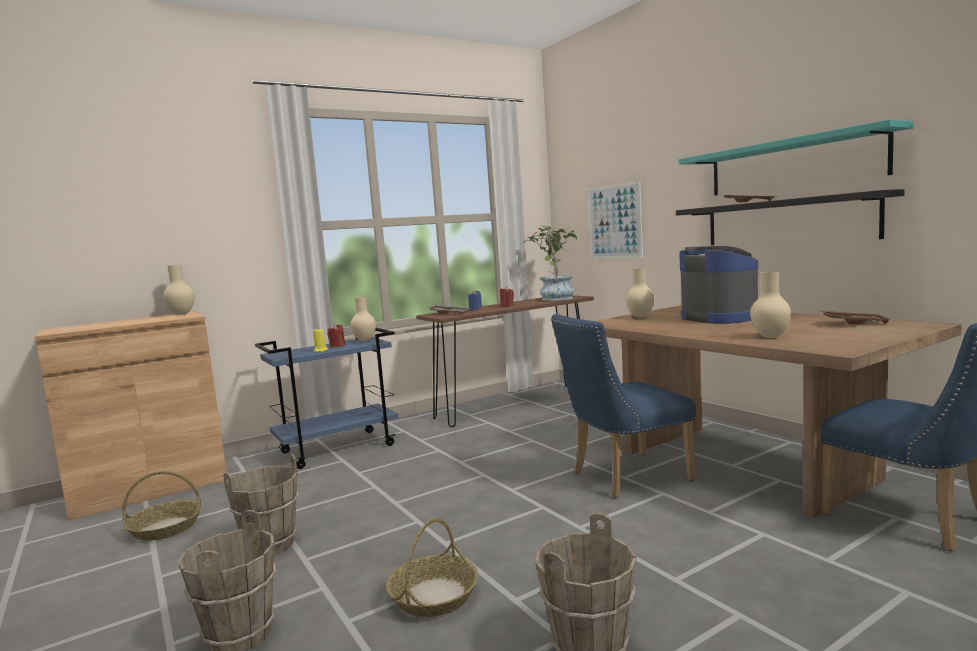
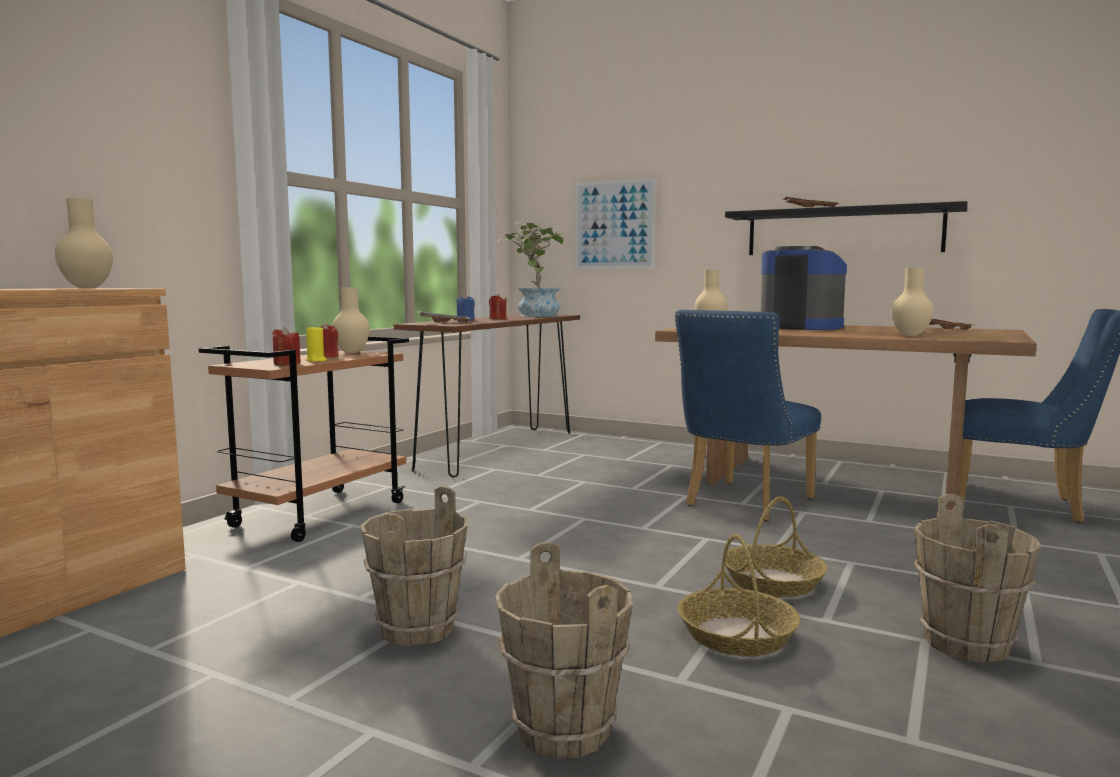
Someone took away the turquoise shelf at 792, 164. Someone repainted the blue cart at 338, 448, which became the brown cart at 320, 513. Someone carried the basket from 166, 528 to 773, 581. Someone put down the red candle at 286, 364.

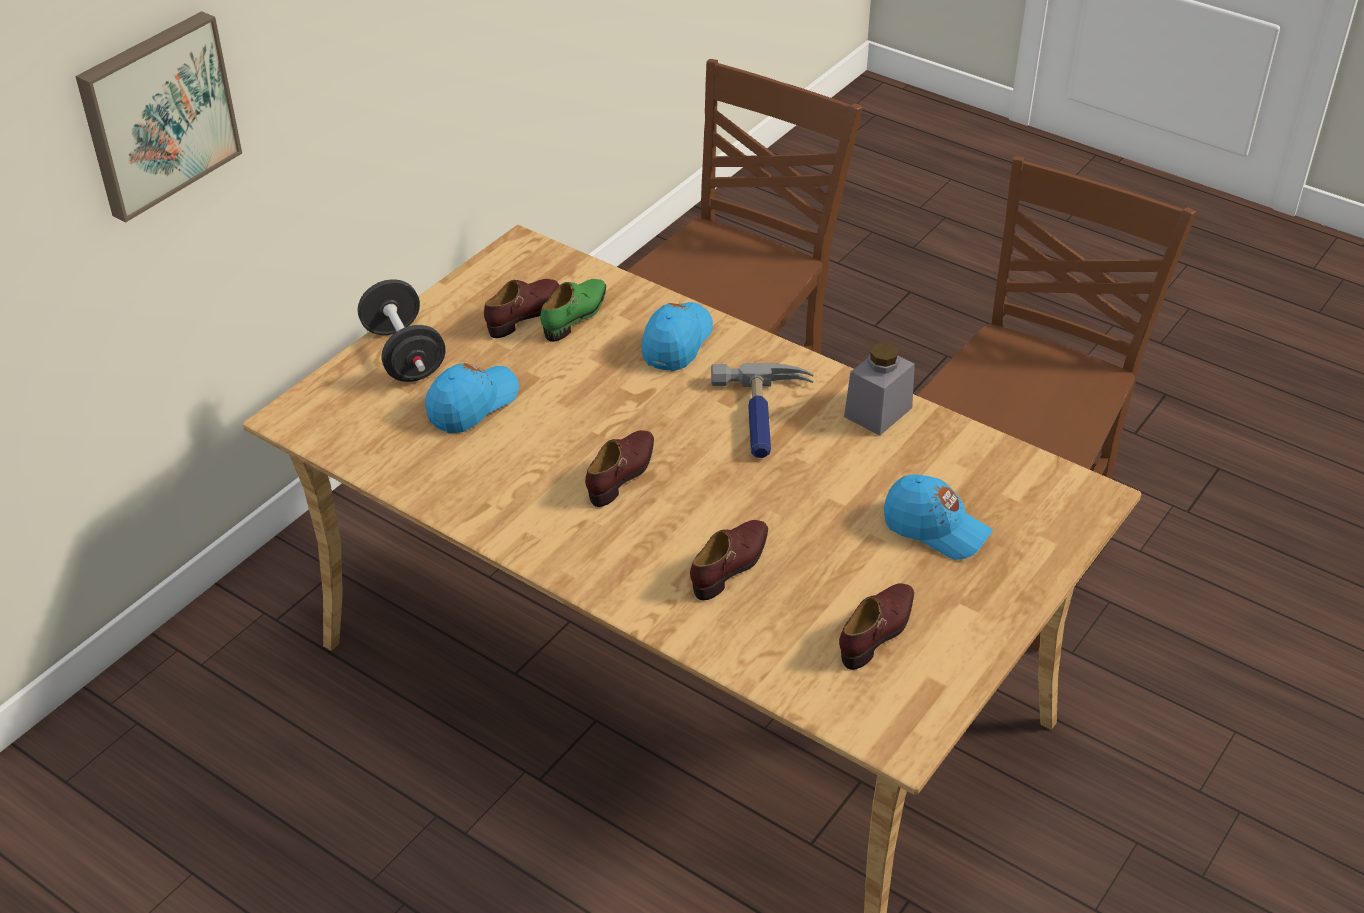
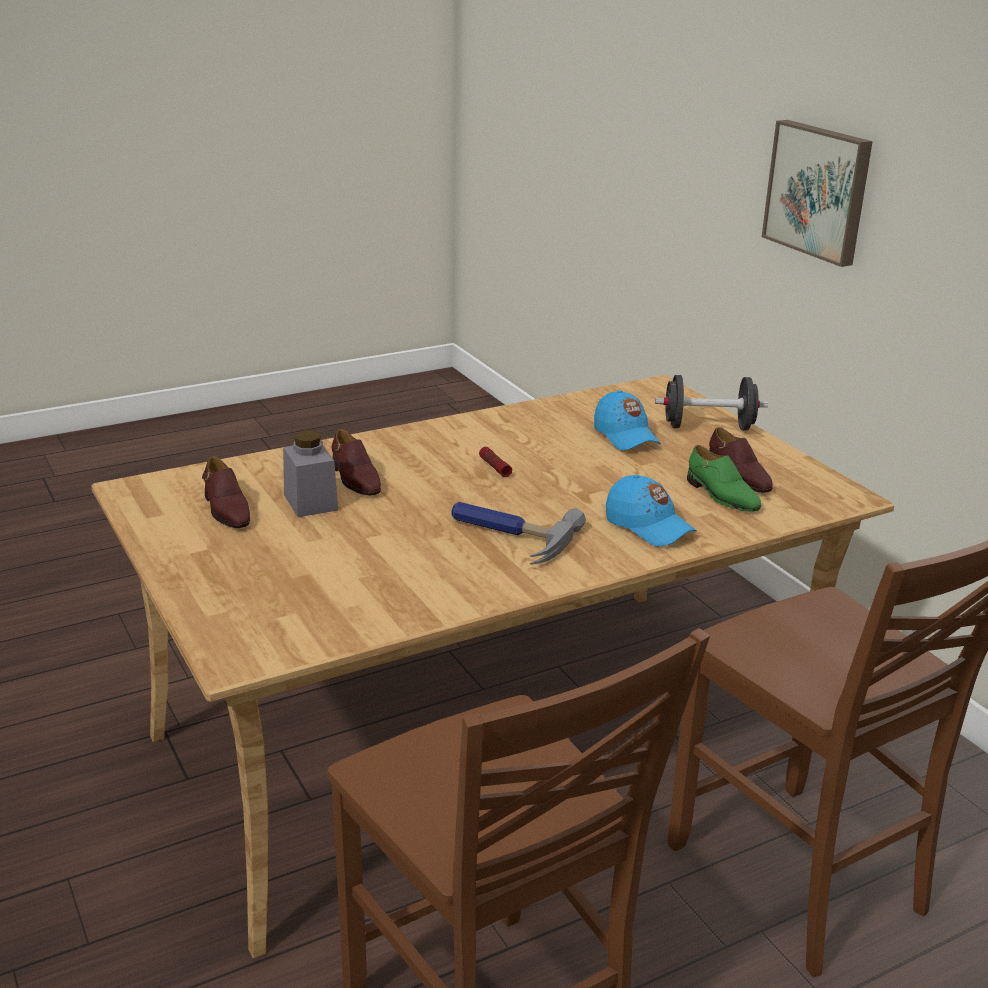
Someone carried the grey jar from 878, 412 to 310, 502. Someone swapped the brown shoe at 622, 473 for the flashlight at 494, 467. Someone took away the blue cap at 935, 529.

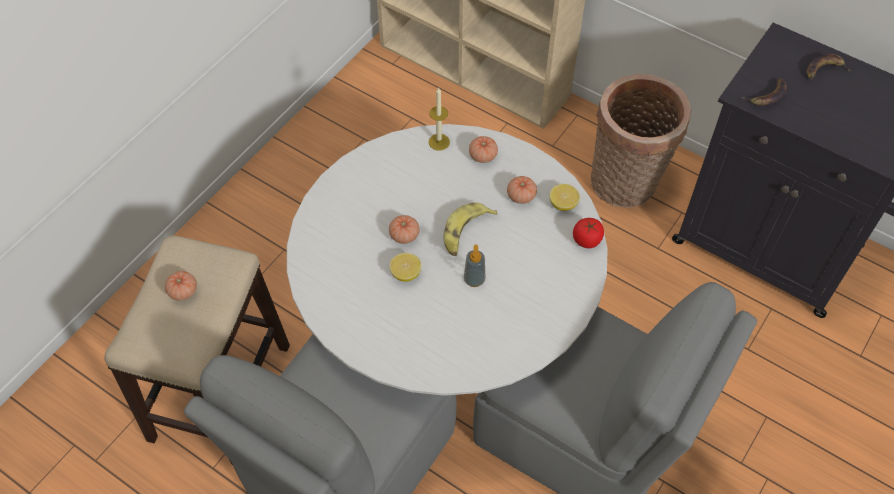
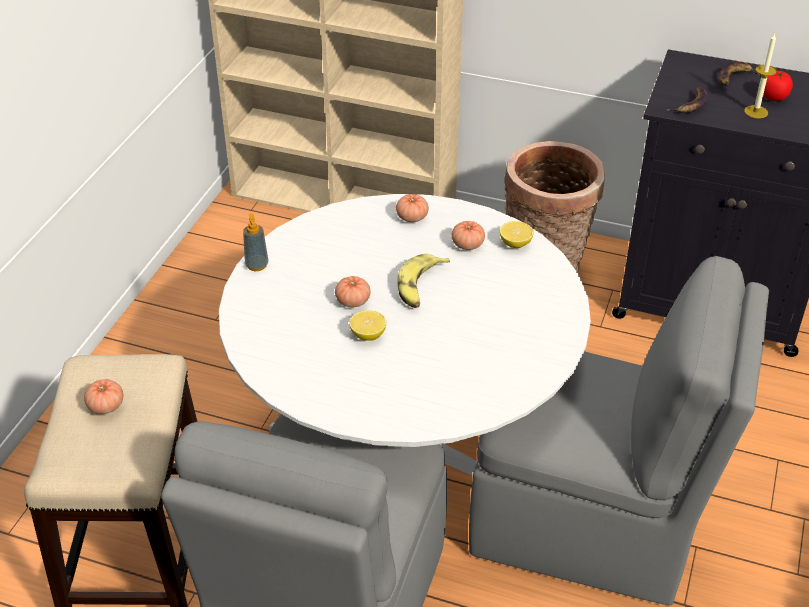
Someone carried the candle from 439, 142 to 756, 112. Someone carried the tomato from 587, 240 to 773, 97. Someone carried the soap dispenser from 474, 279 to 257, 265.

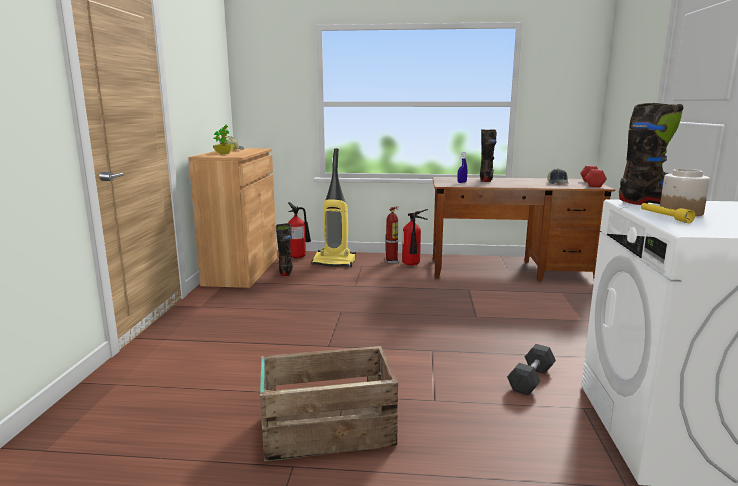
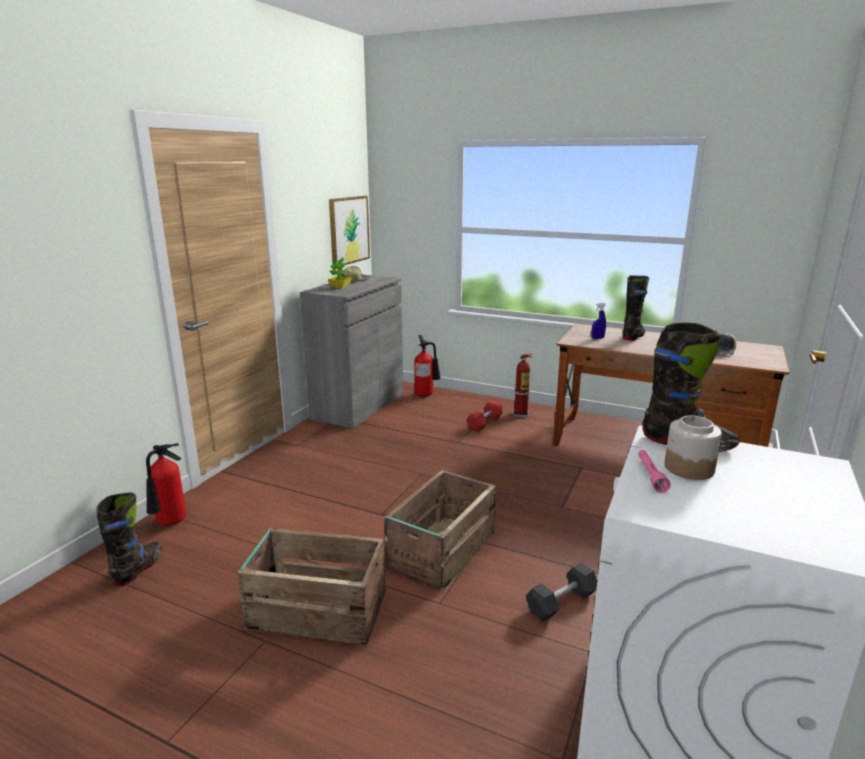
Someone repainted the brown cabinet at 241, 271, which became the grey cabinet at 358, 405. Someone took away the vacuum cleaner at 334, 262. Someone carried the red dumbbell from 592, 184 to 485, 423. Someone repainted the yellow flashlight at 664, 217, which became the pink flashlight at 650, 475. Someone carried the fire extinguisher from 412, 265 to 170, 523. Someone carried the black boot from 286, 271 to 138, 569. Someone put up the picture at 348, 230. Someone put down the crate at 440, 551.

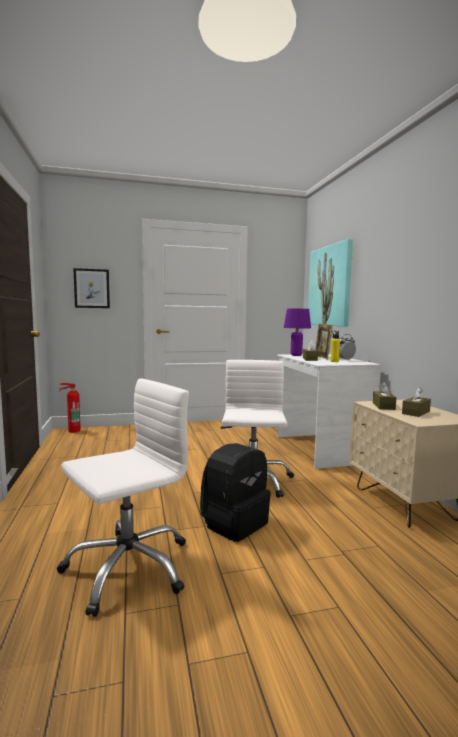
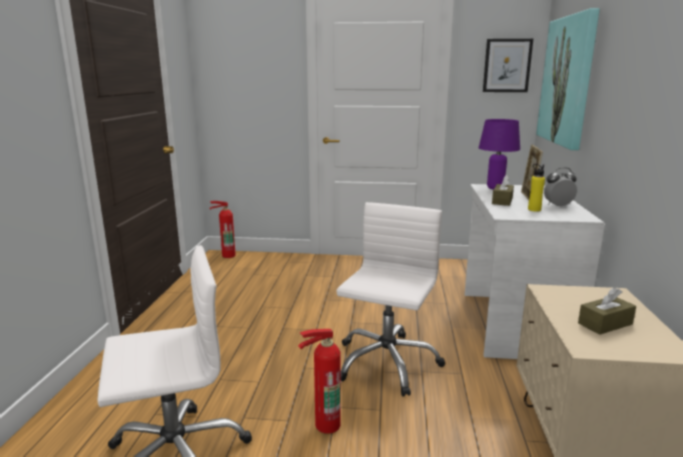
Someone carried the picture from 92, 288 to 507, 65. Someone took away the brown tissue box at 383, 406. Someone swapped the black backpack at 234, 523 for the fire extinguisher at 324, 424.

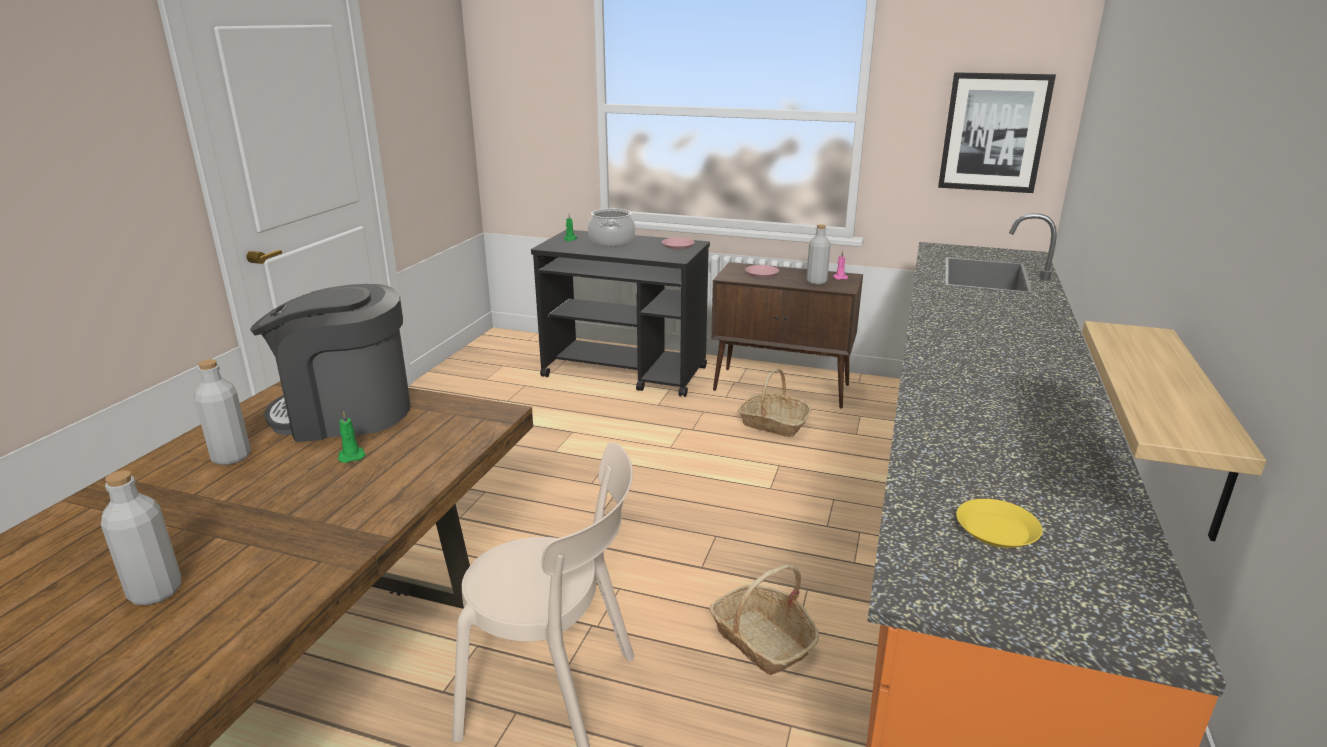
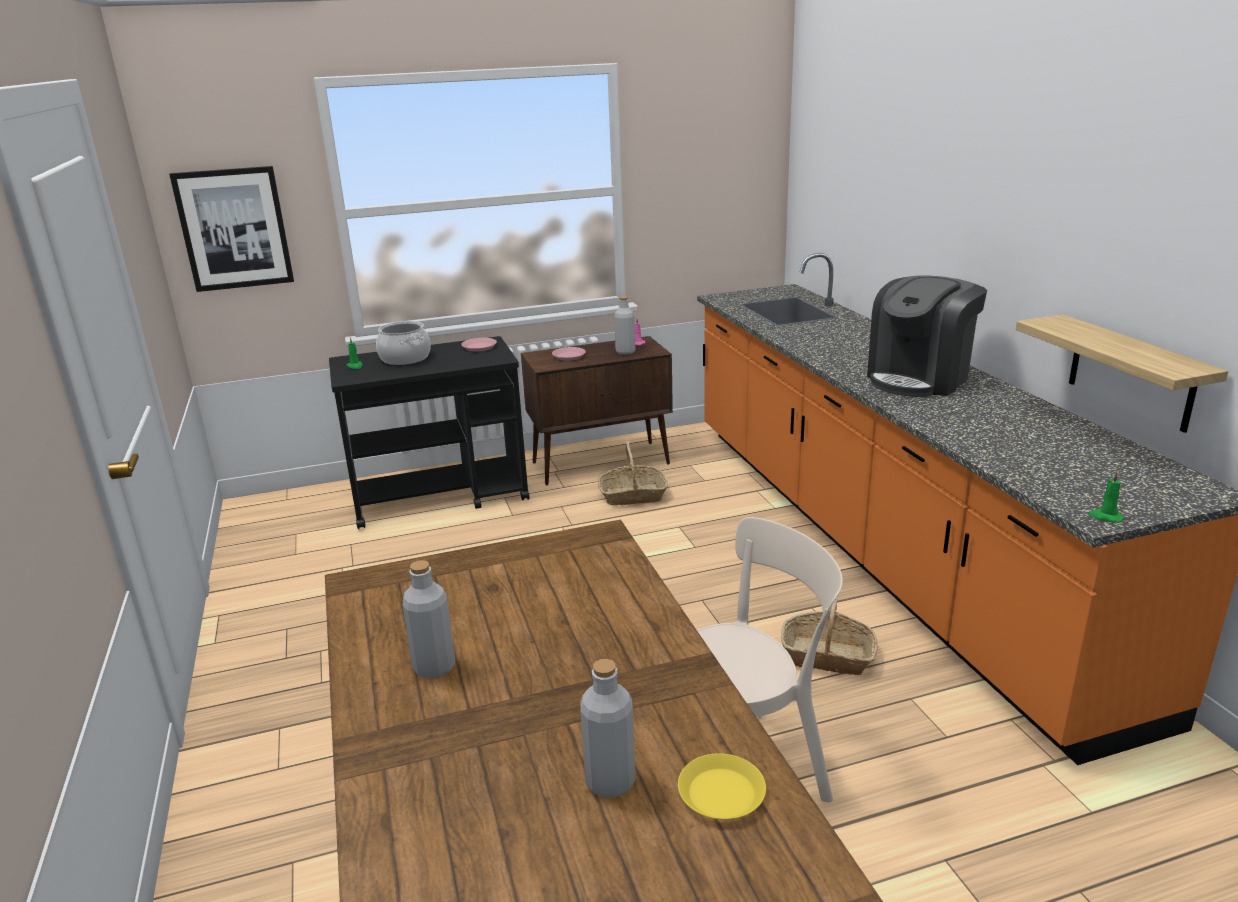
Someone carried the picture from 994, 133 to 234, 229. Someone carried the coffee machine from 345, 413 to 919, 378. Someone carried the green candle from 351, 456 to 1105, 517. Someone carried the yellow plate from 996, 530 to 721, 794.

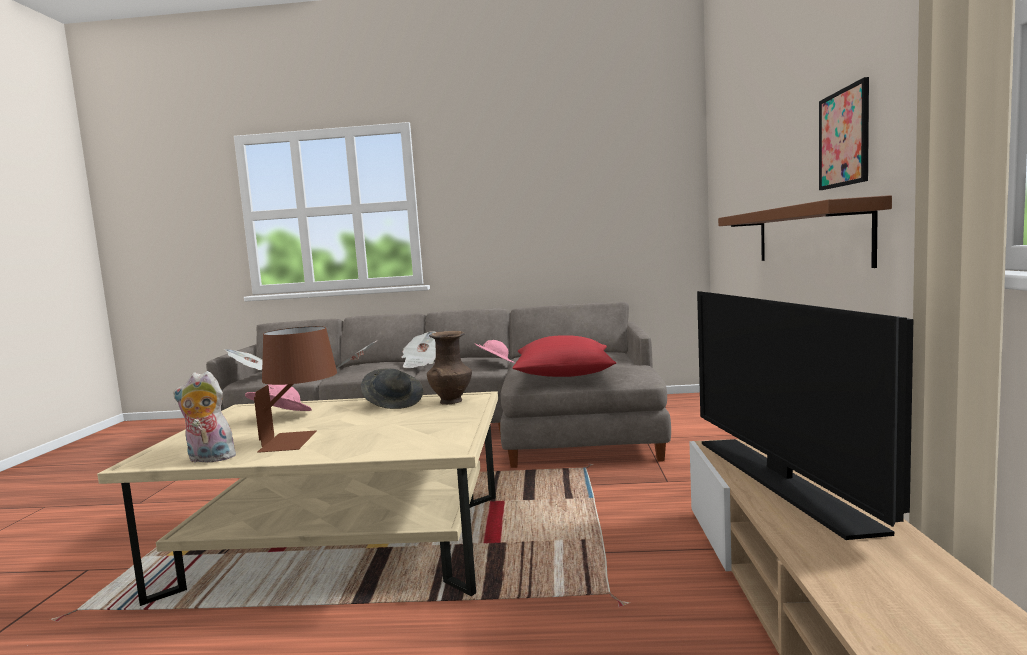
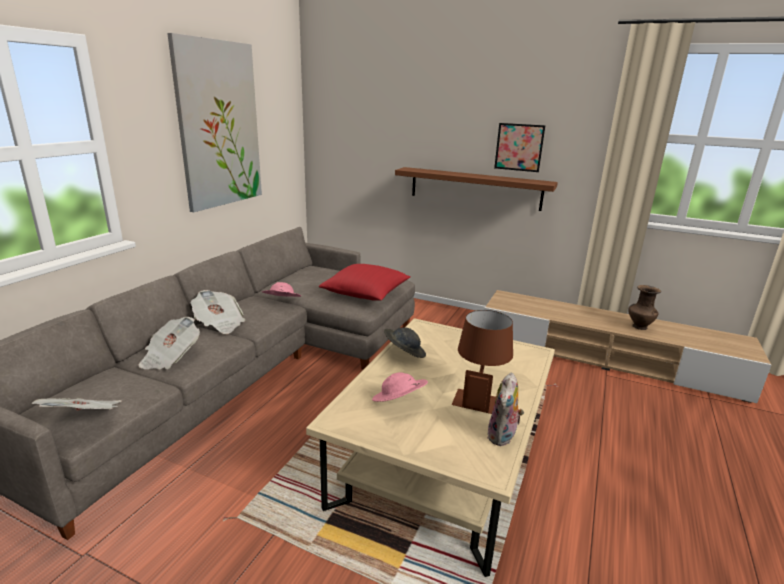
Someone took away the television at 782, 482. Someone carried the brown vase from 451, 401 to 639, 326. Someone put up the picture at 219, 125.

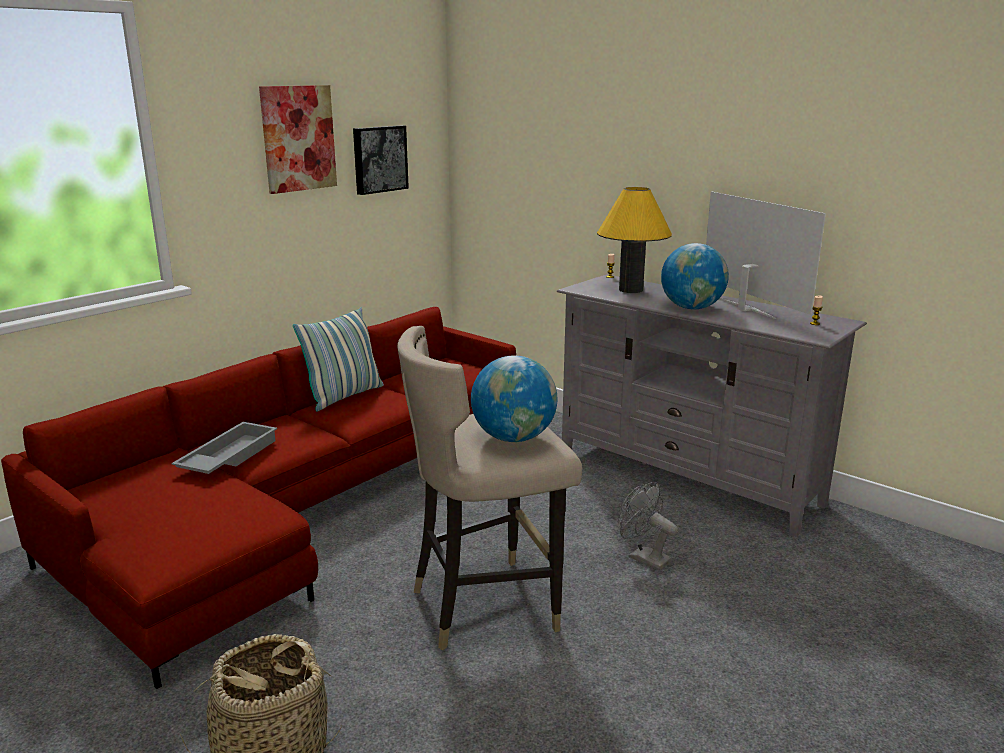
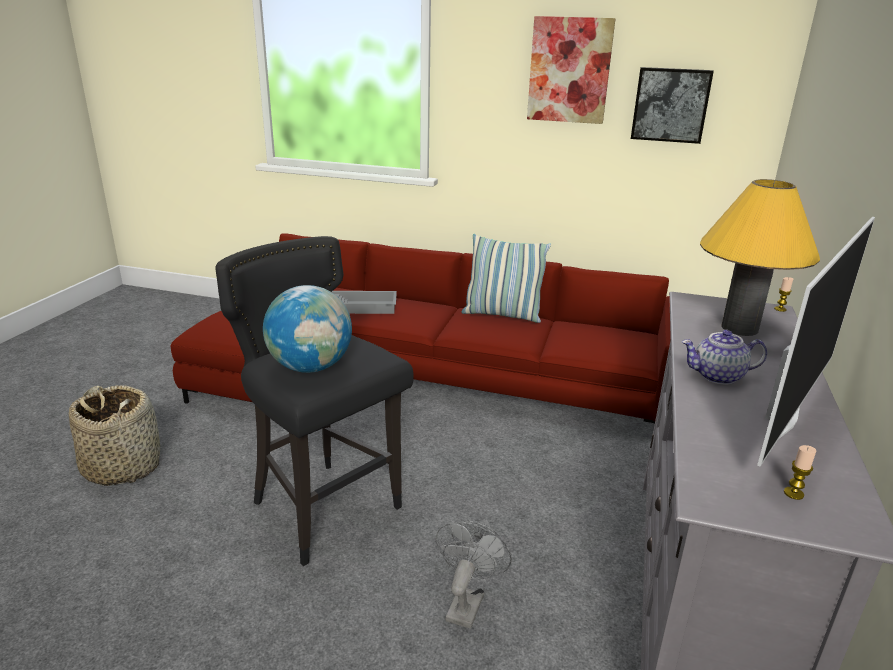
Someone swapped the globe at 692, 308 for the teapot at 717, 376. Someone repainted the beige stool at 486, 605, which became the black stool at 326, 509.

